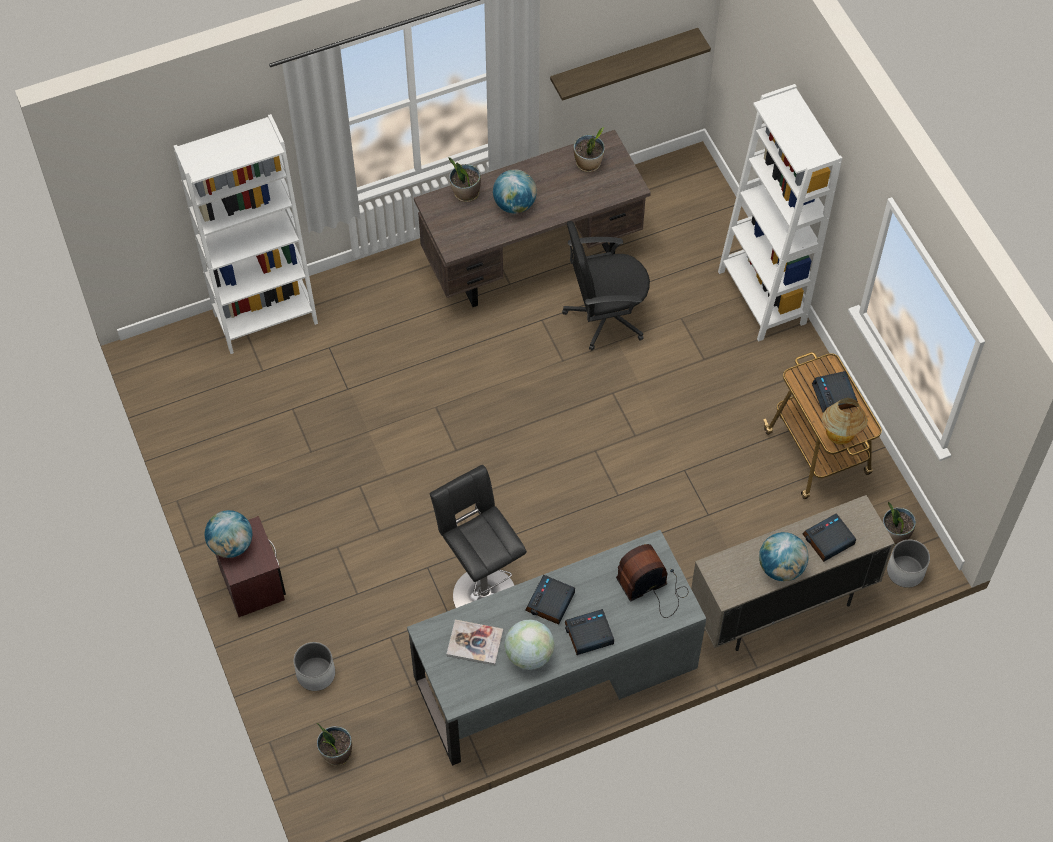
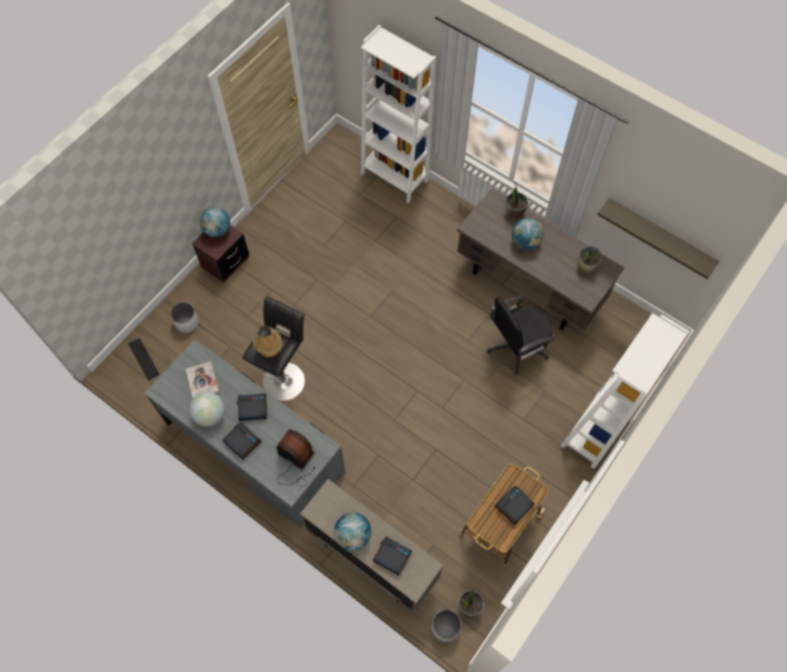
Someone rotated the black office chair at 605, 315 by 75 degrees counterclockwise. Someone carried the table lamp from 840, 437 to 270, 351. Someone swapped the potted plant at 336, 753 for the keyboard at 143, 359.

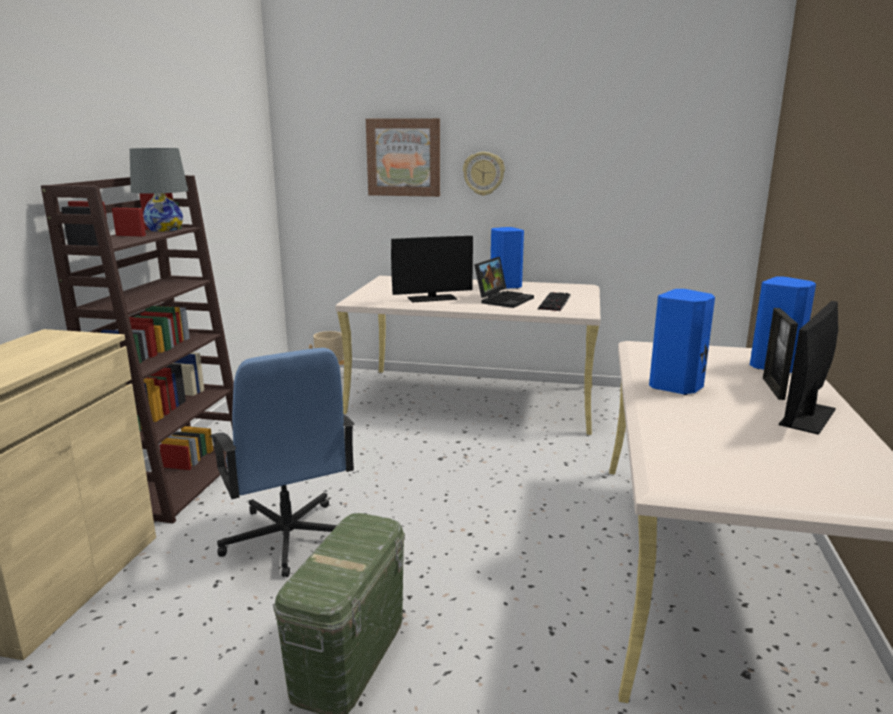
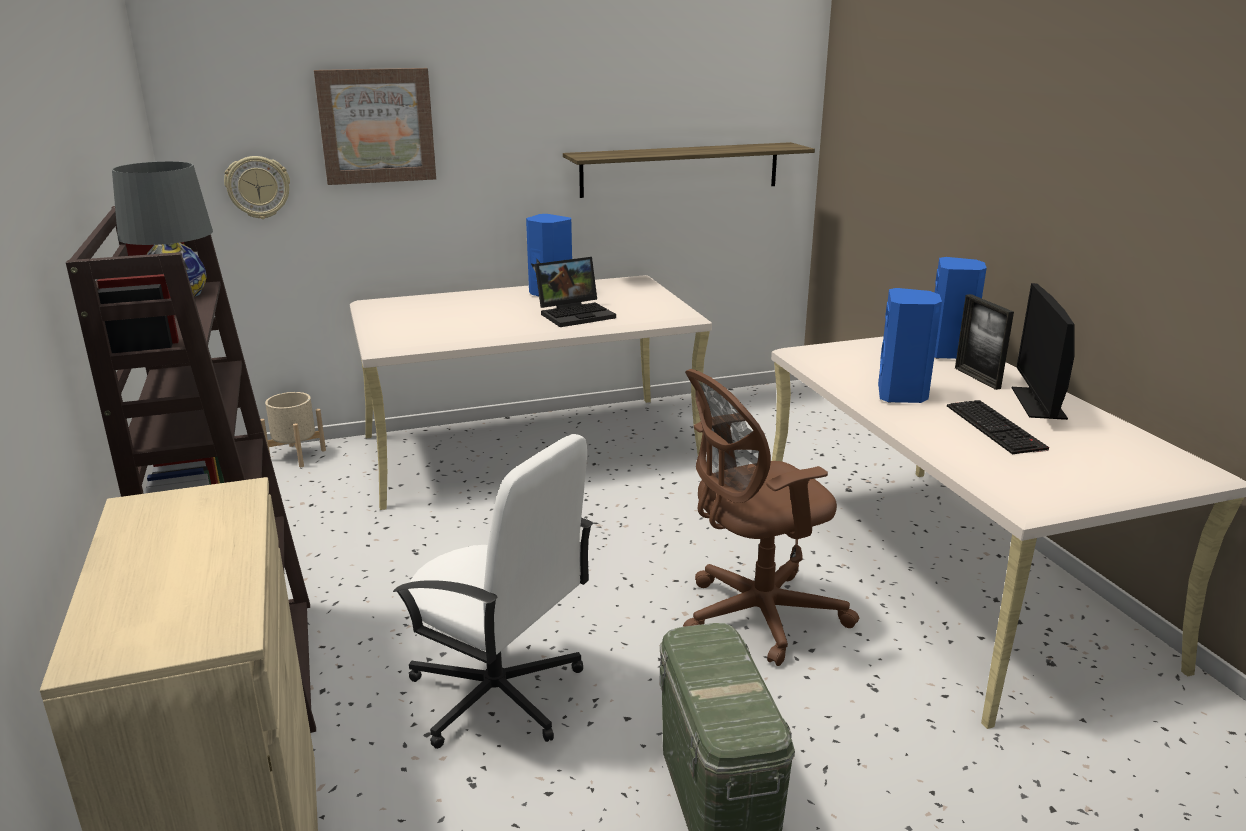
Someone carried the wall clock from 483, 173 to 258, 187. Someone took away the monitor at 432, 298. Someone rotated the laptop at 503, 299 by 60 degrees clockwise. Someone carried the keyboard from 555, 302 to 997, 427. Someone repainted the blue office chair at 287, 539, which became the white office chair at 498, 695. Someone put up the shelf at 680, 169. Someone put down the brown office chair at 755, 616.

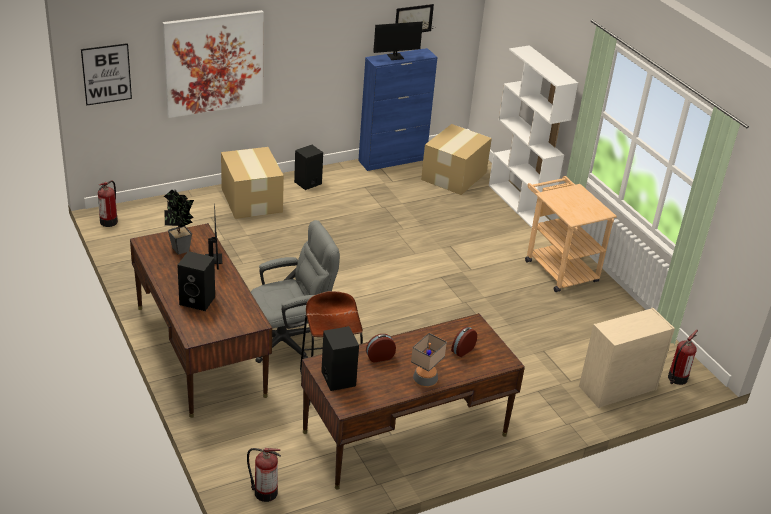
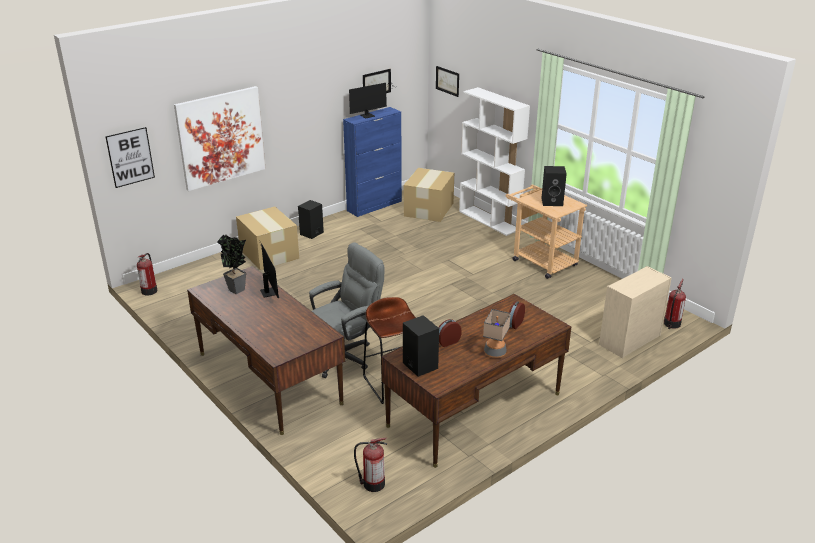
Someone carried the black speaker from 198, 300 to 552, 202. Someone put up the picture at 447, 81.

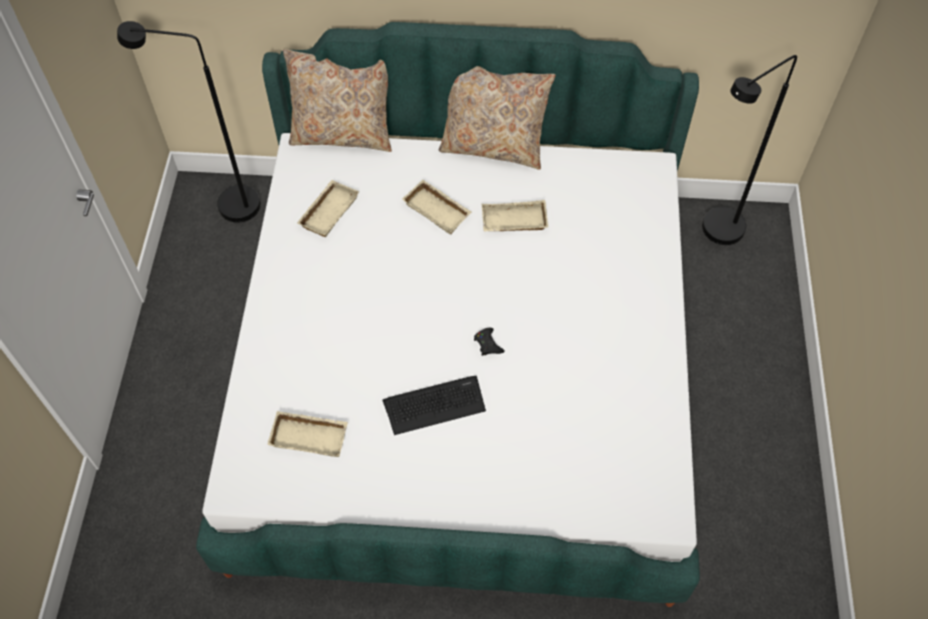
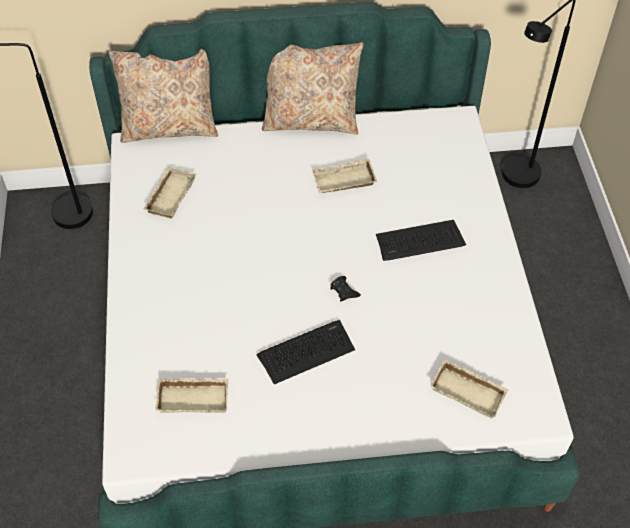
Someone carried the beige tray from 438, 210 to 469, 391. Someone put down the keyboard at 420, 241.

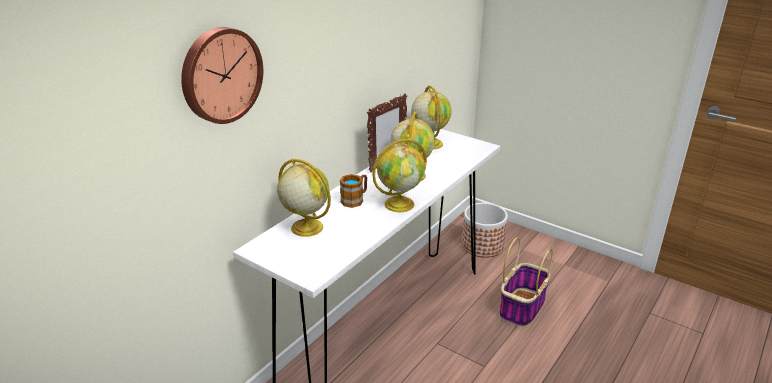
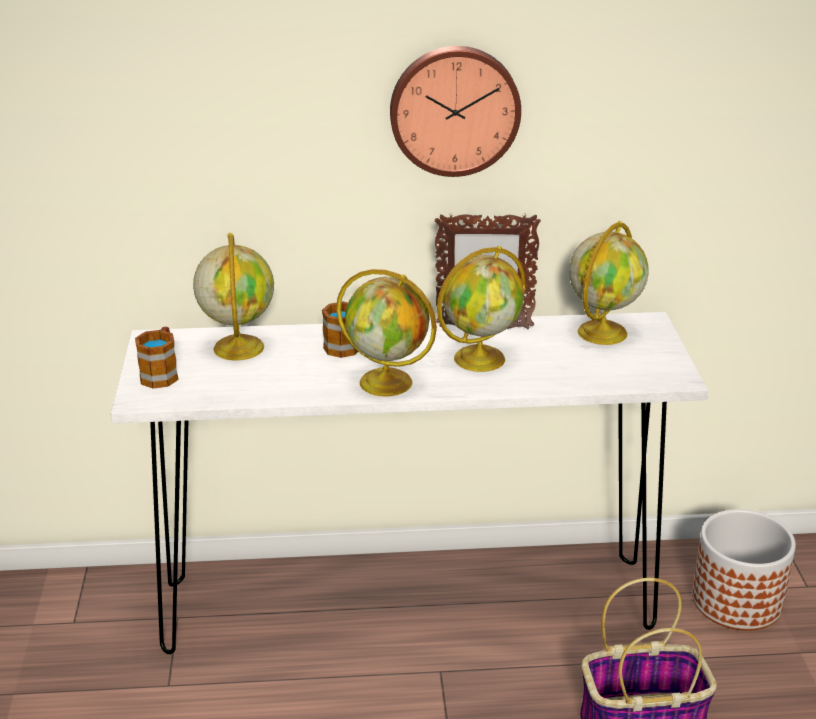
Someone carried the wall clock from 220, 75 to 454, 110. Someone put down the mug at 161, 373.

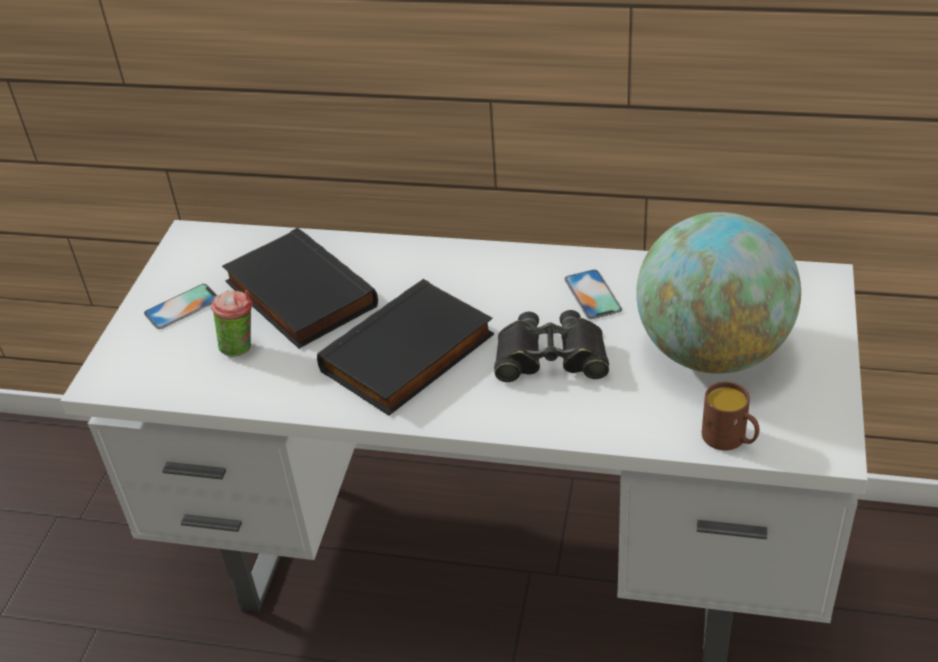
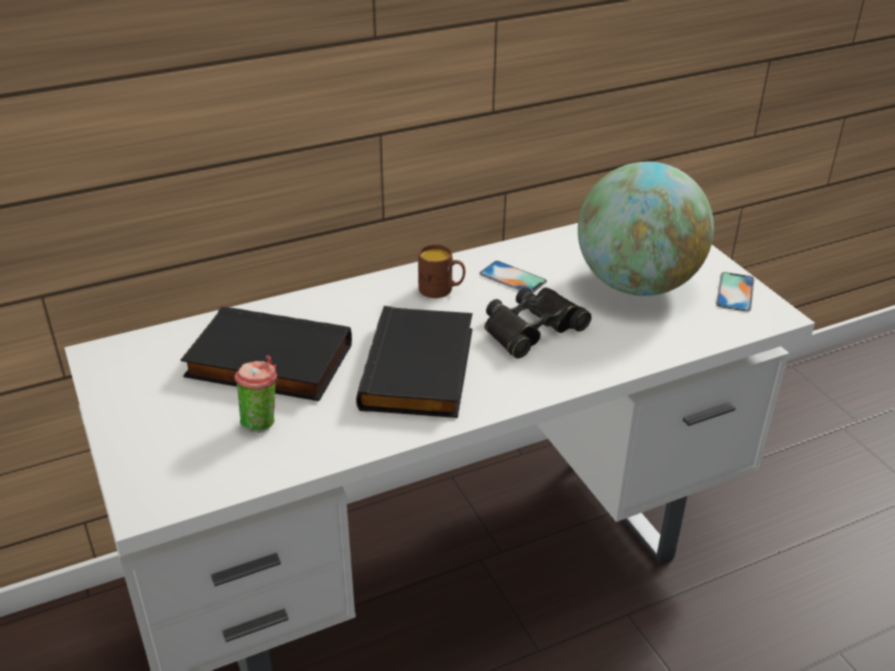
Someone carried the phone from 182, 306 to 735, 292. Someone carried the brown mug from 730, 439 to 441, 290.

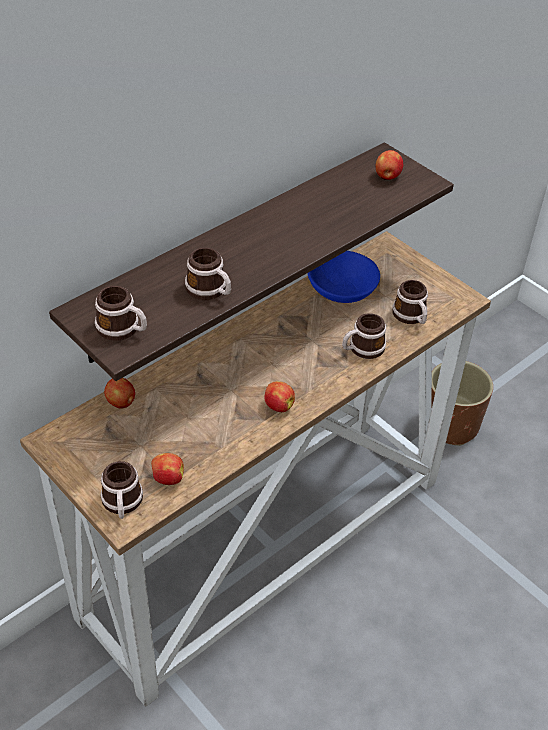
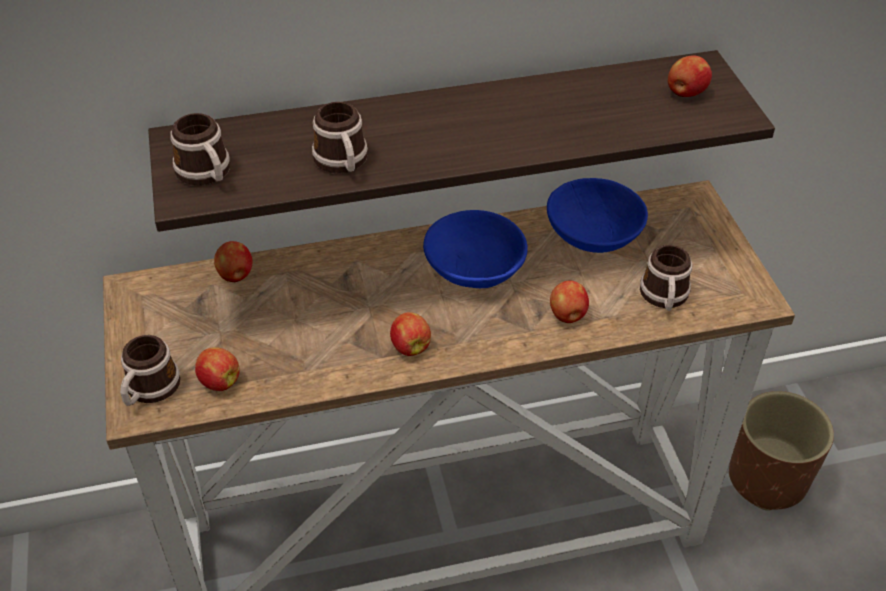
Someone swapped the mug at 362, 349 for the apple at 567, 315. Someone put down the blue bowl at 474, 270.

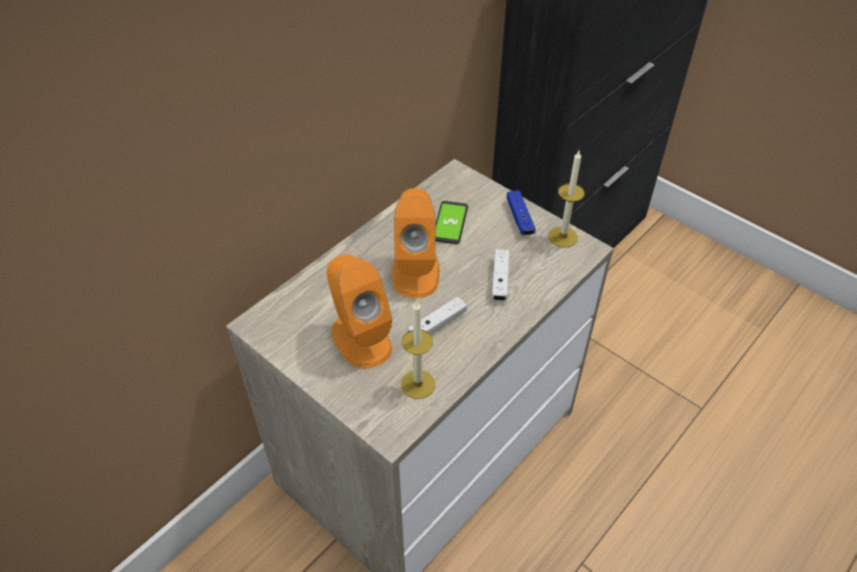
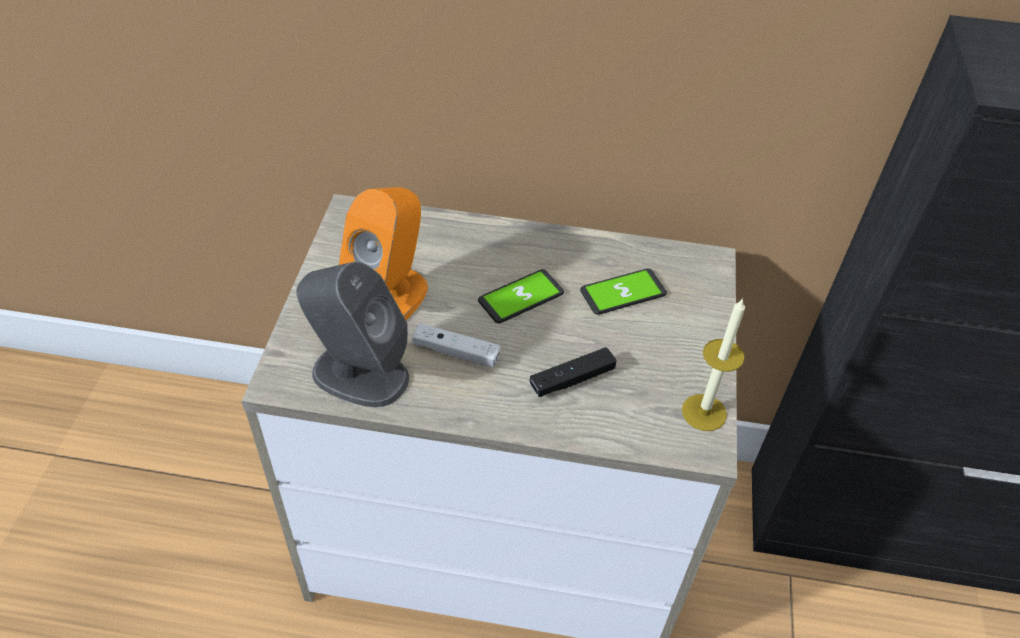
Someone swapped the orange speaker at 416, 271 for the phone at 521, 297. Someone took away the blue game controller at 519, 218. Someone repainted the white game controller at 500, 280, which became the black game controller at 572, 379. Someone swapped the candle at 418, 384 for the grey speaker at 359, 374.

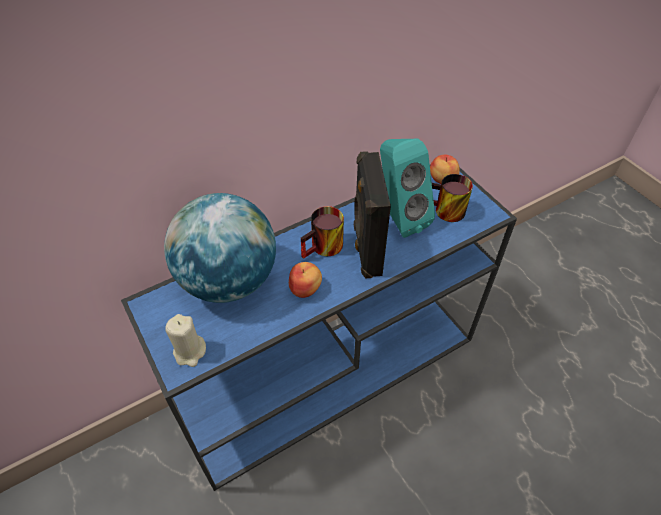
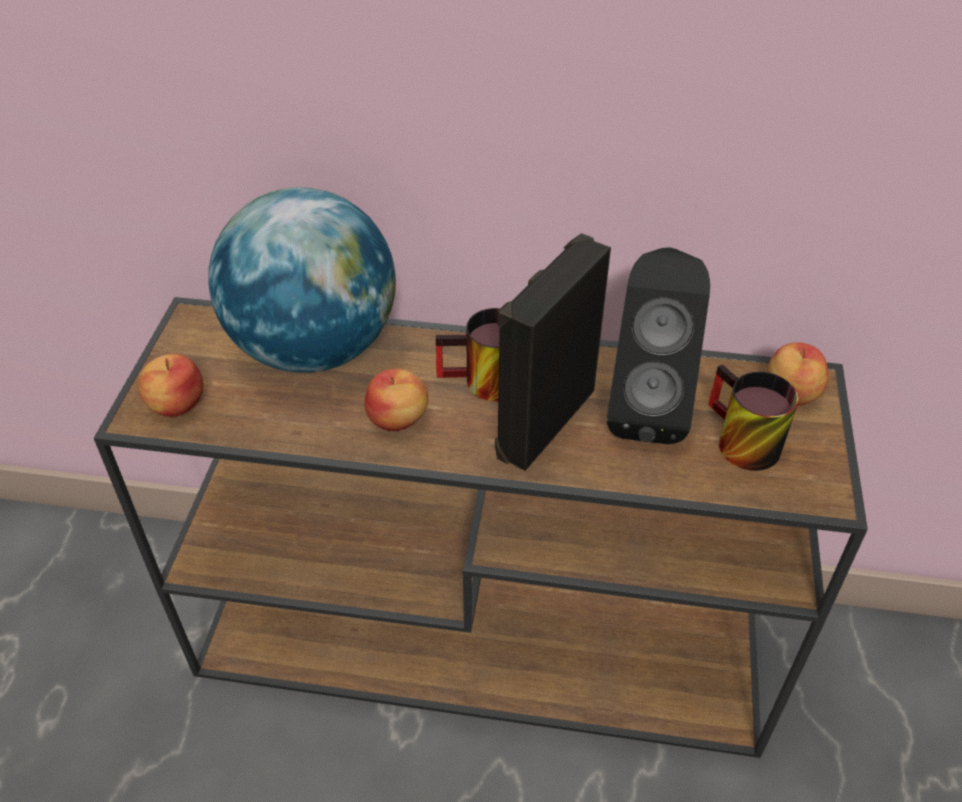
Someone repainted the turquoise speaker at 398, 218, which became the black speaker at 646, 408. Someone repainted the blue console table at 332, 372, which became the brown console table at 486, 640. Someone swapped the beige candle at 190, 352 for the apple at 176, 404.

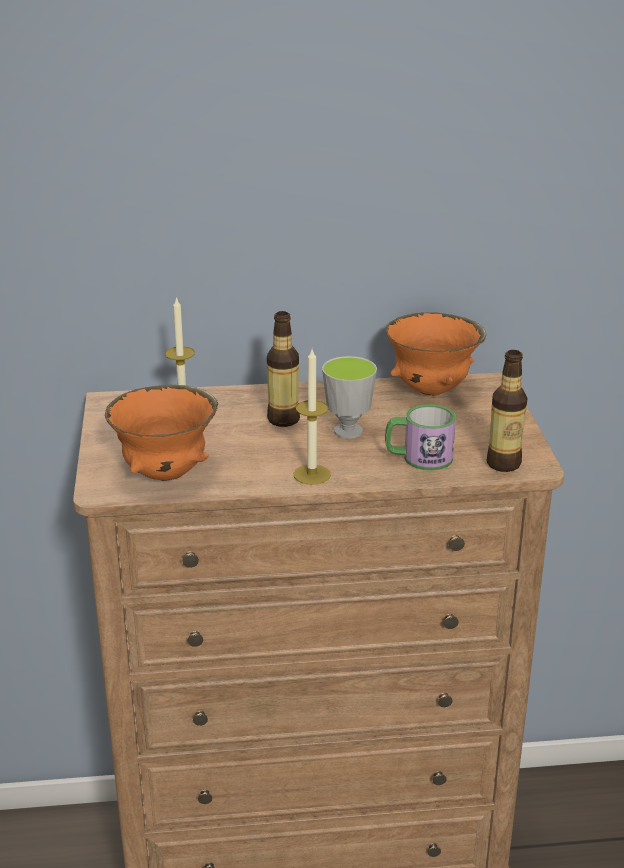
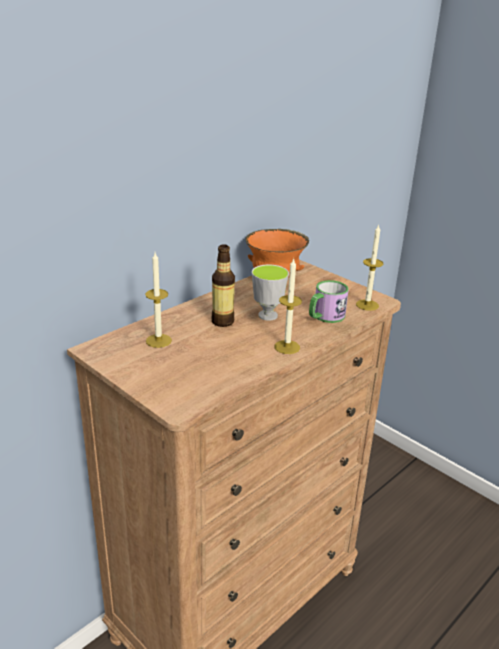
Someone swapped the bottle at 503, 464 for the candle at 367, 305. Someone took away the orange bowl at 166, 474.

